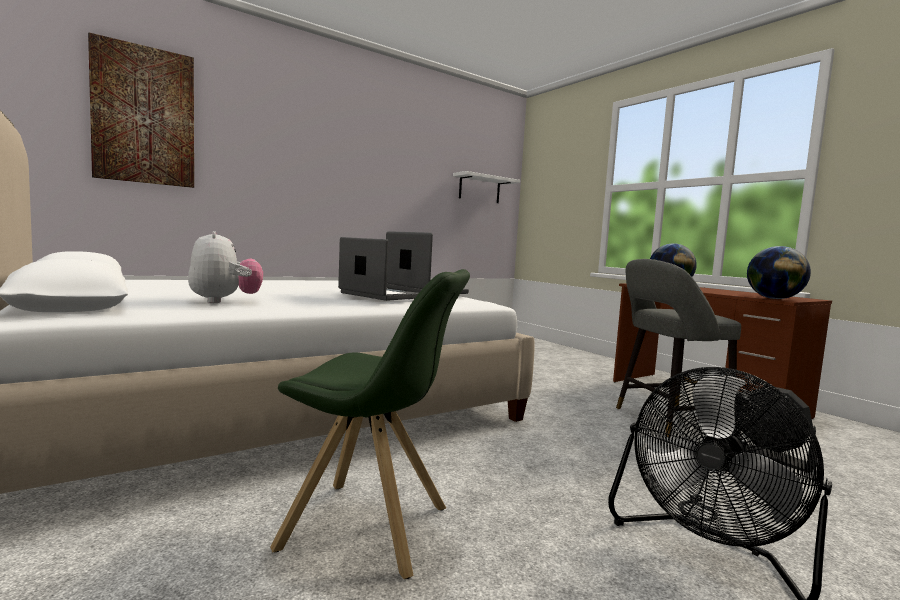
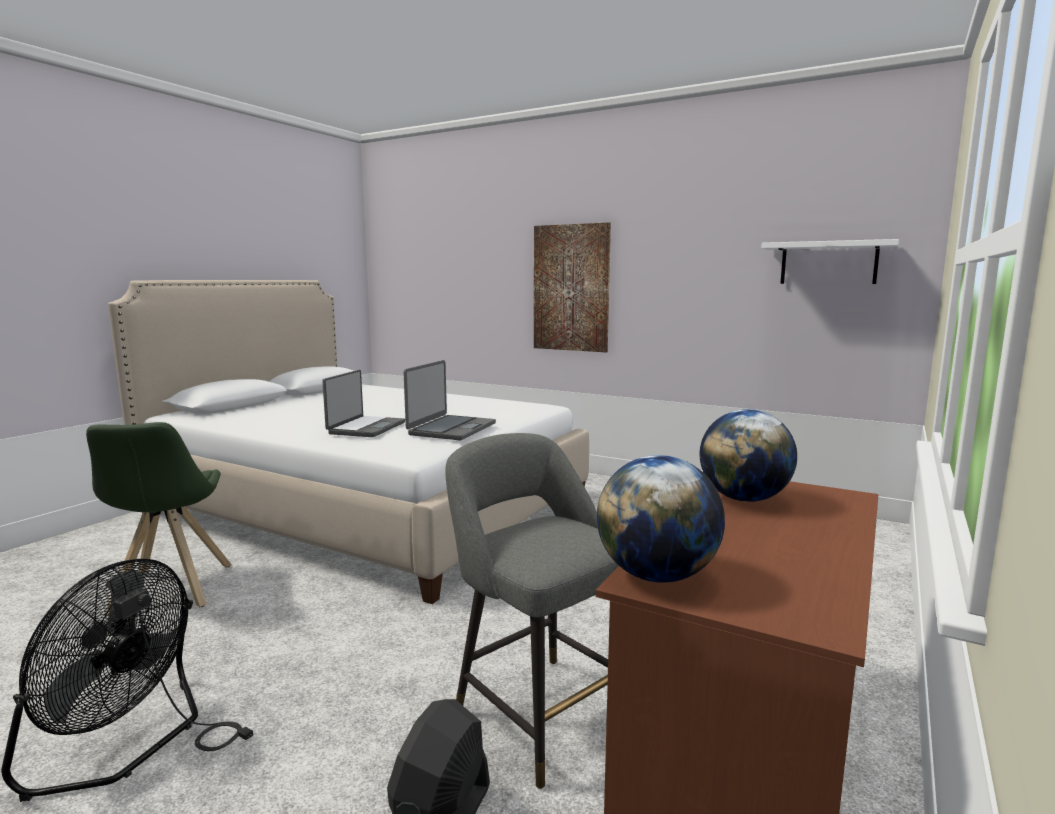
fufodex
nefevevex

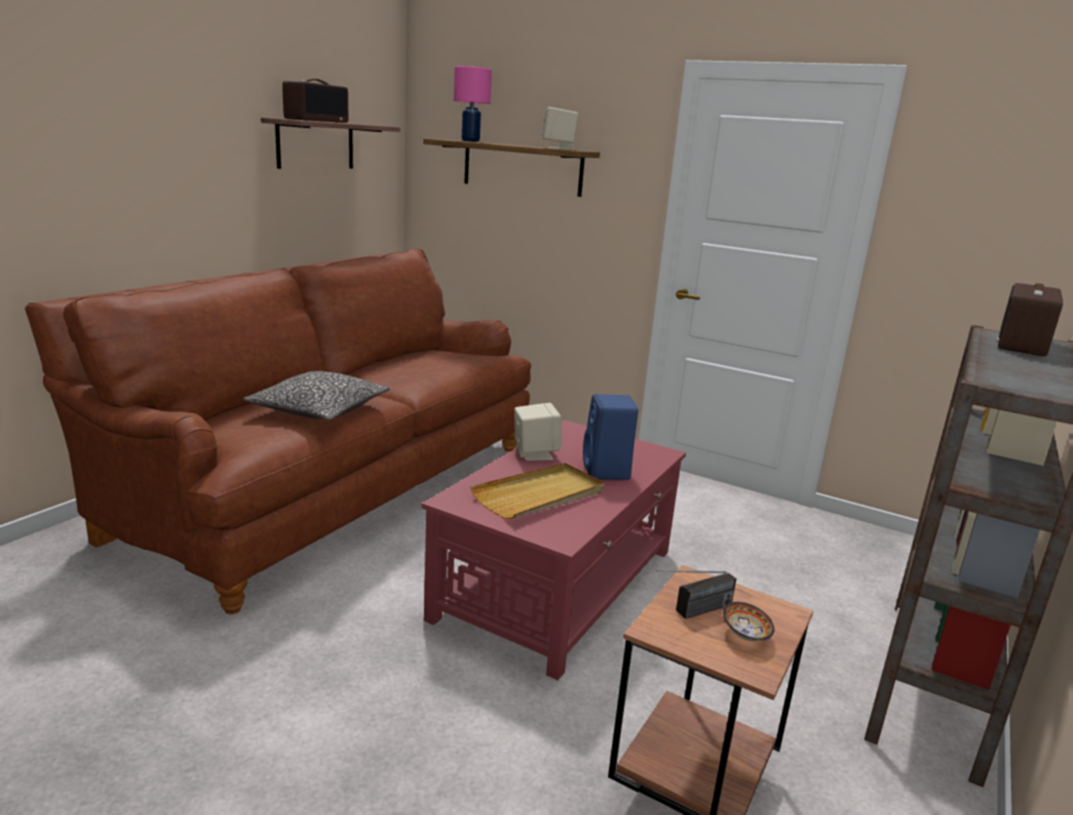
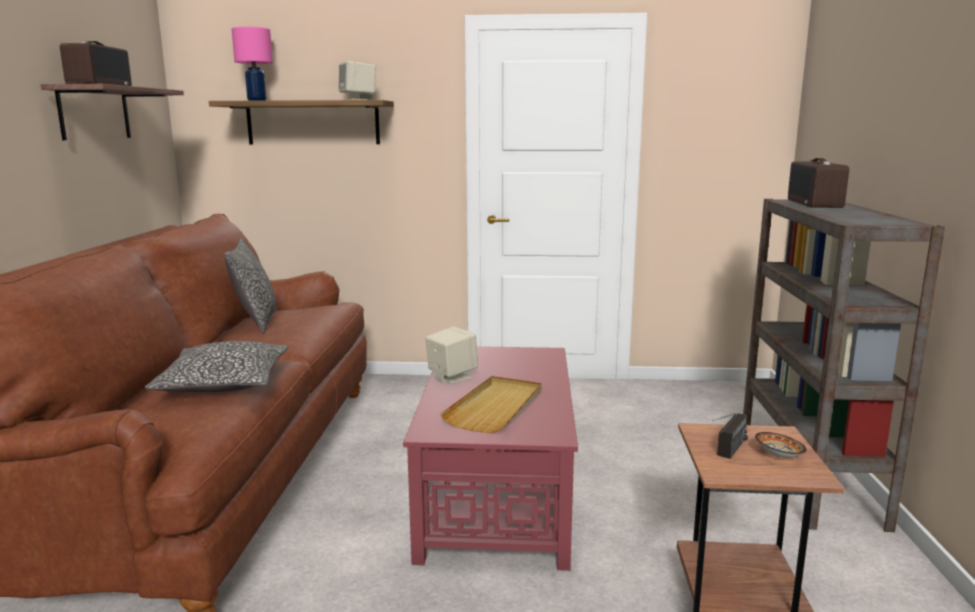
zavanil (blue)
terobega (no. 2 from left)

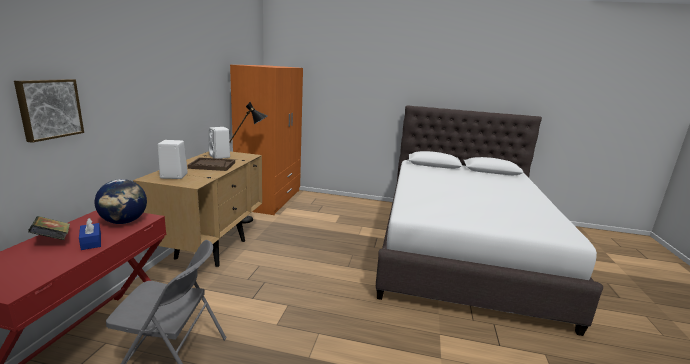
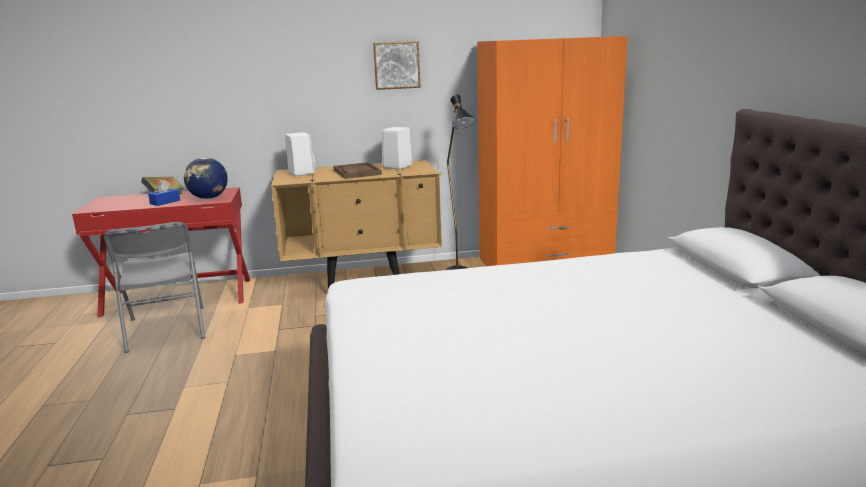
fufodex

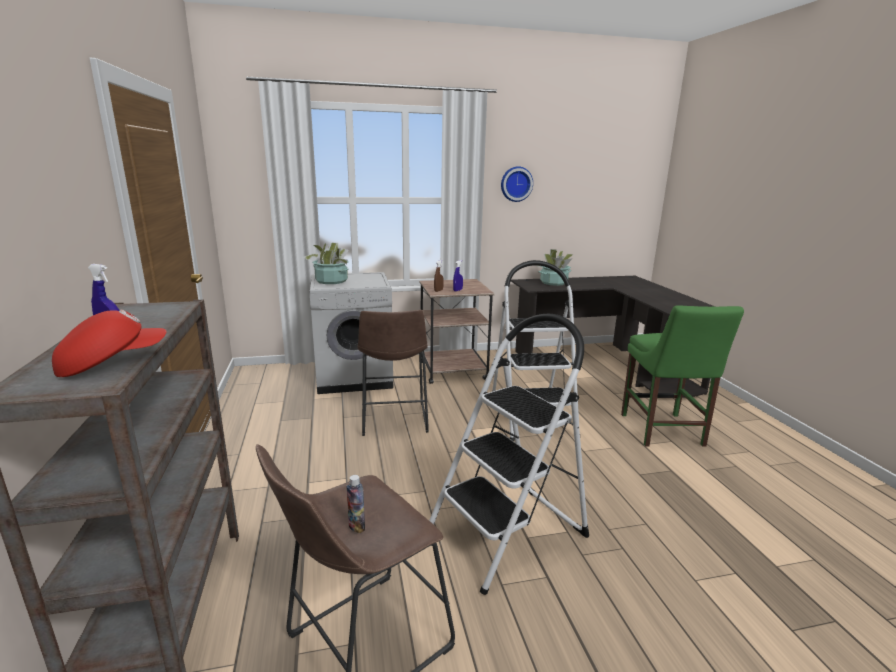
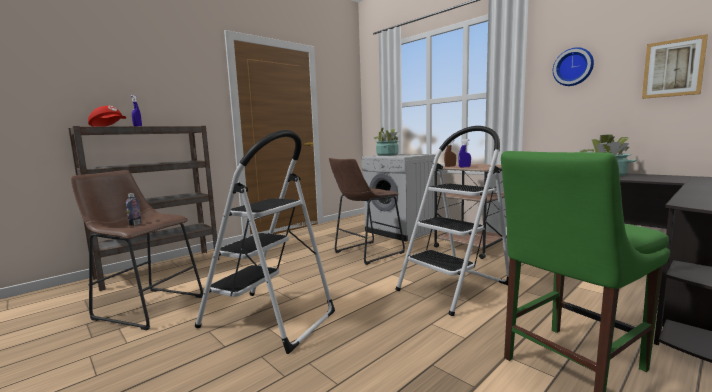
fufodex

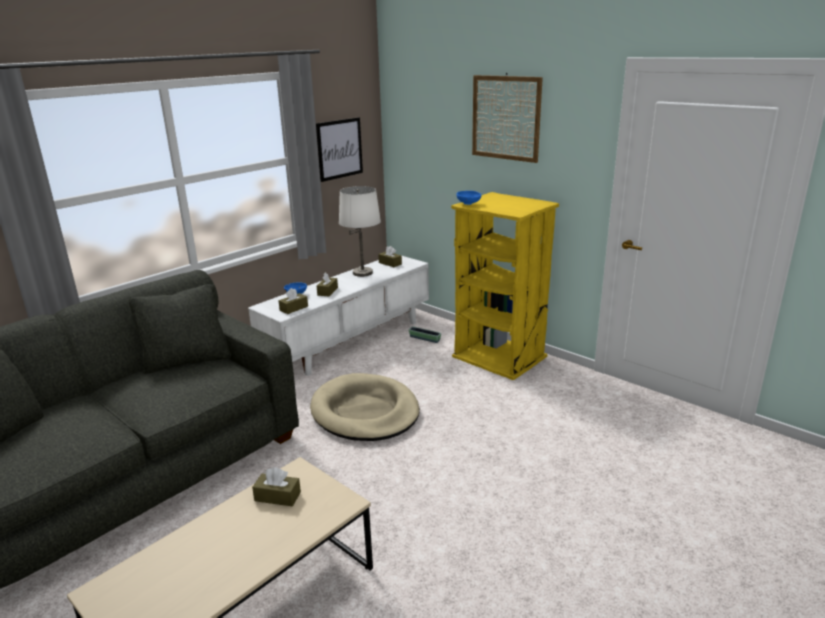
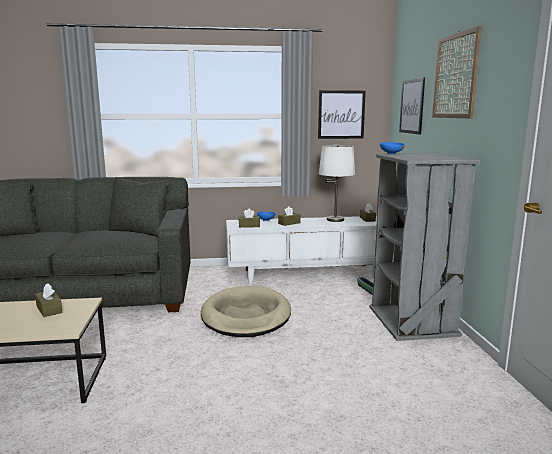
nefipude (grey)
fufodex (no. 2 from left)

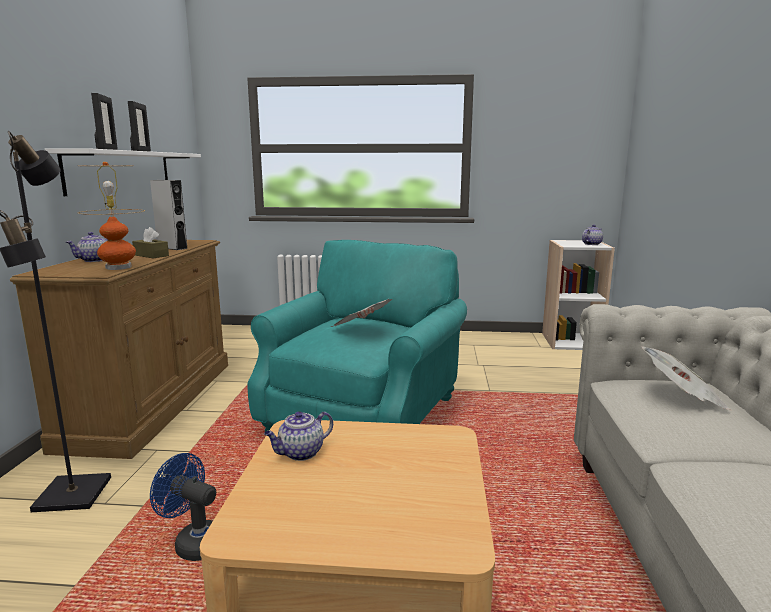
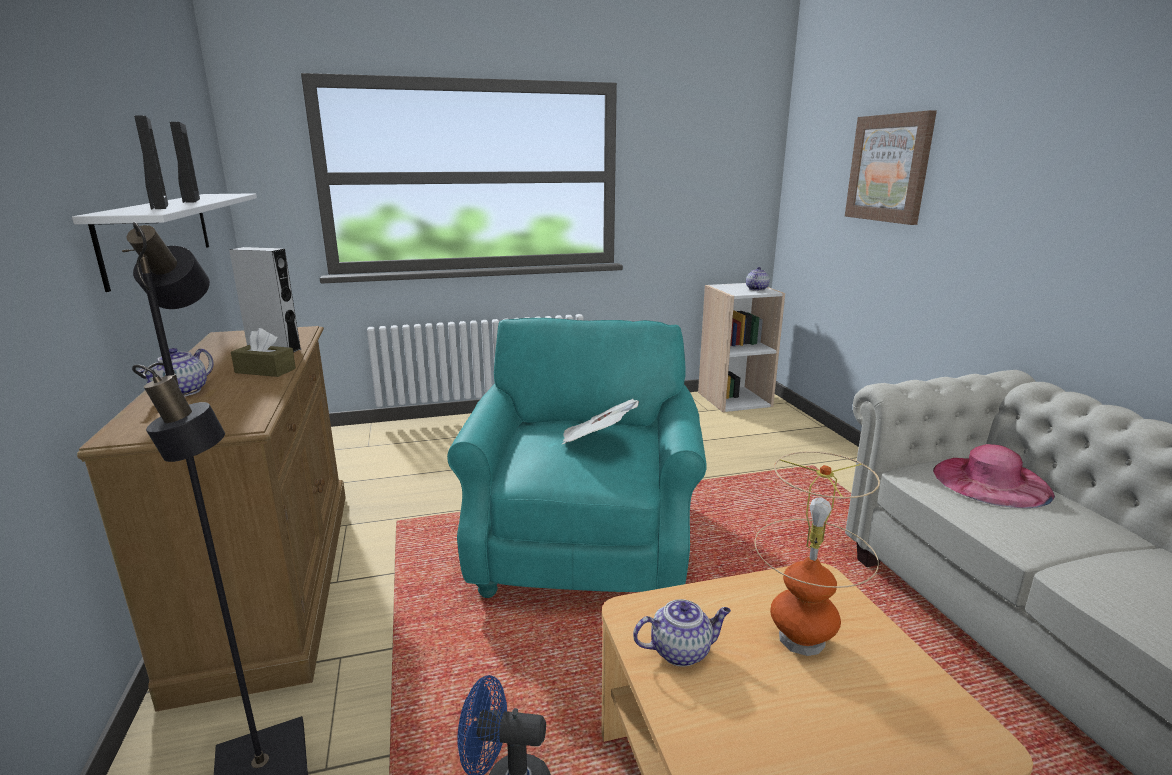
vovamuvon
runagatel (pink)
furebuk (no. 2 from left)
fufodex

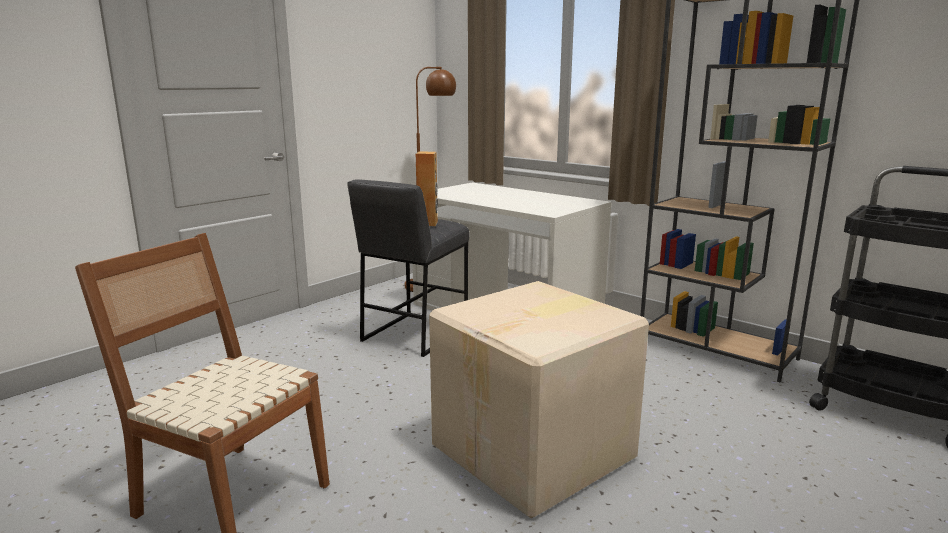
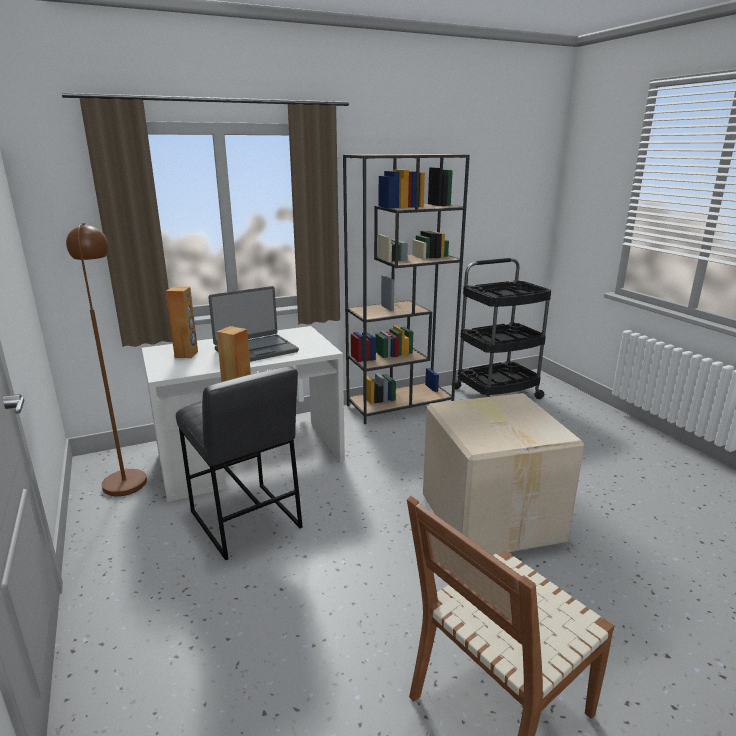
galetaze
zavanil (brown) (no. 1 from left)

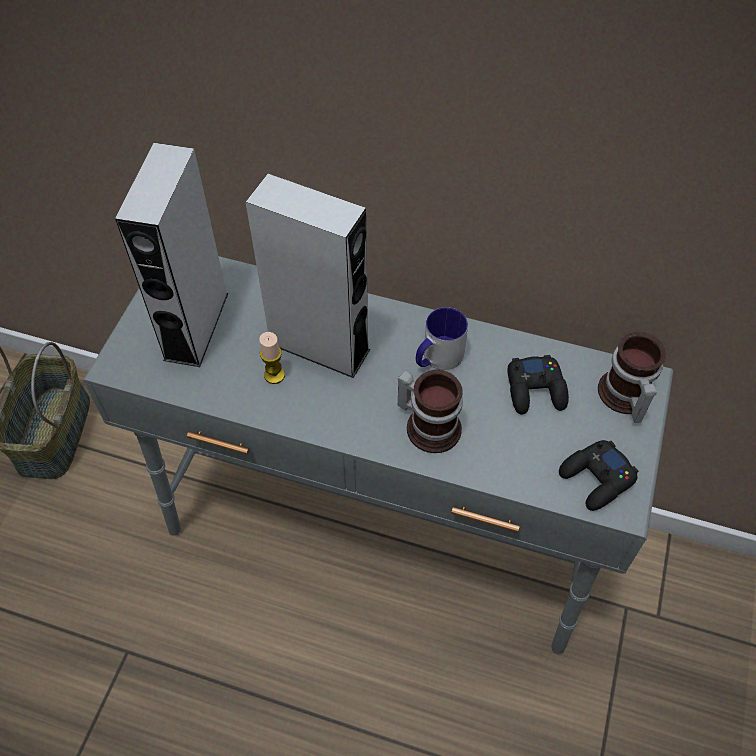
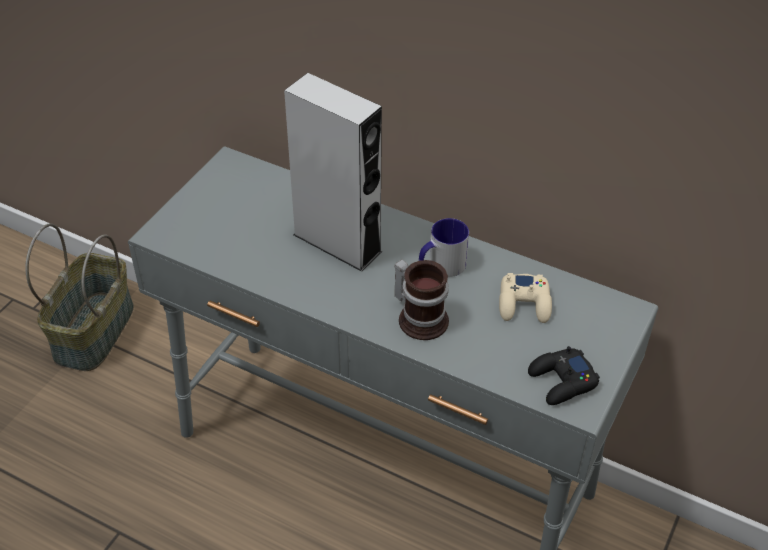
zavanil (grey) (no. 1 from left in the first image)
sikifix
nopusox (no. 3 from left in the first image)
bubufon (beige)

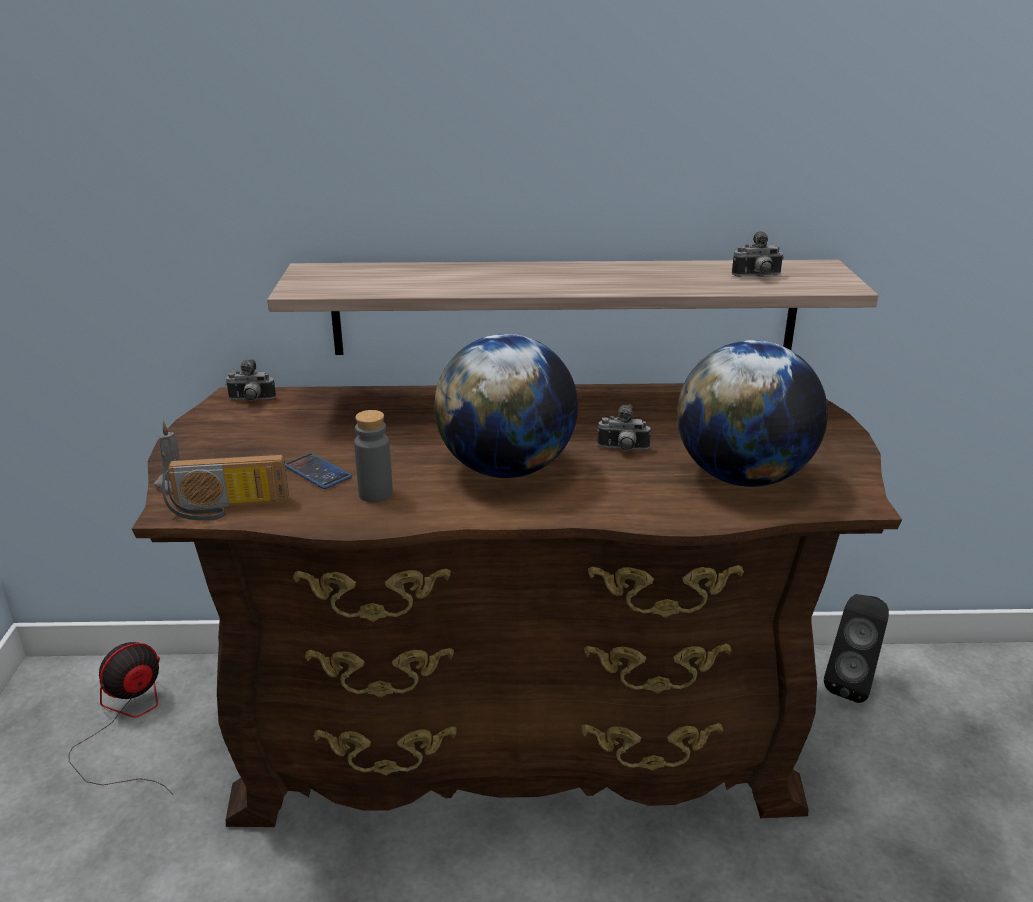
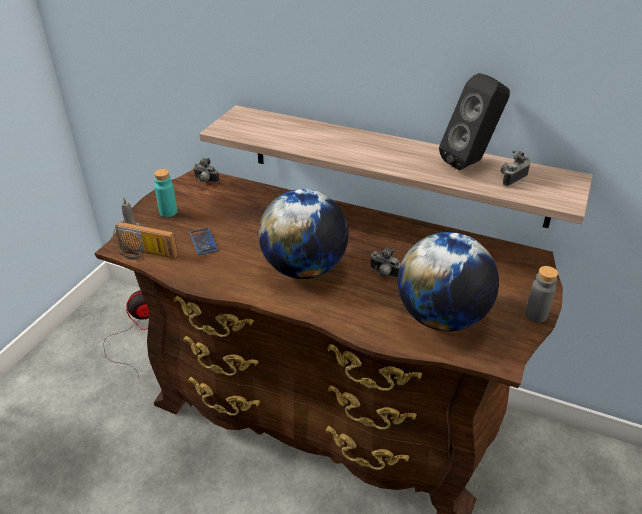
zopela (no. 3 from left)
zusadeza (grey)
zavanil (black)
zusadeza (turquoise)

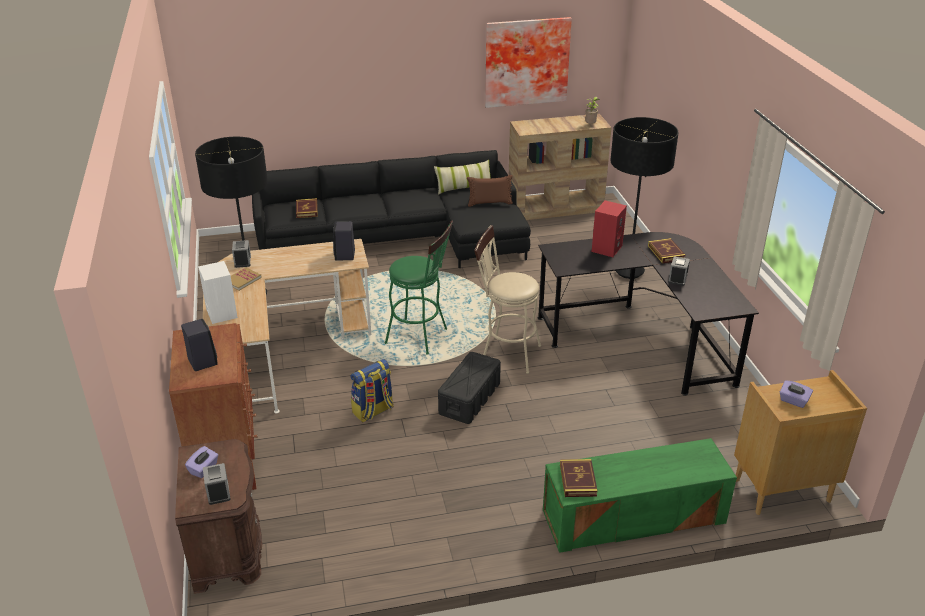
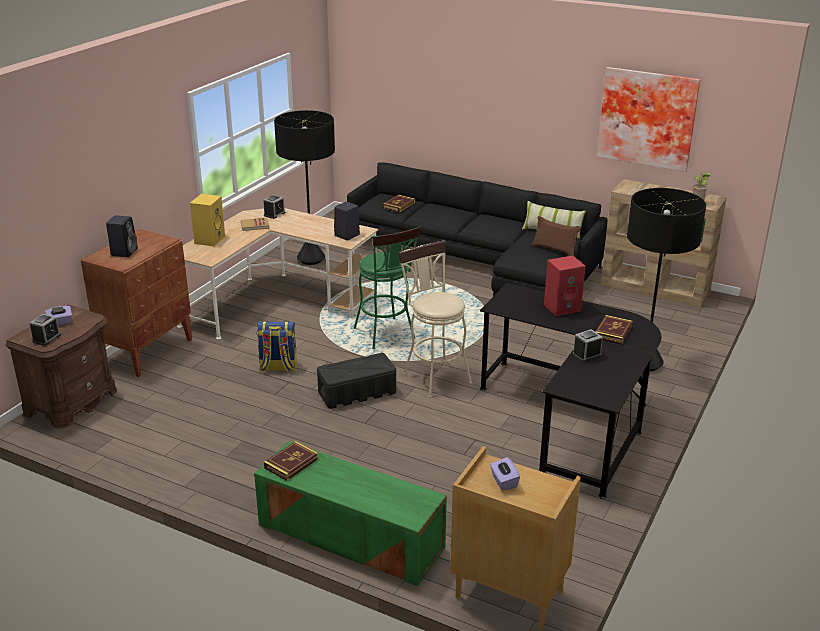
zavanil (yellow)

